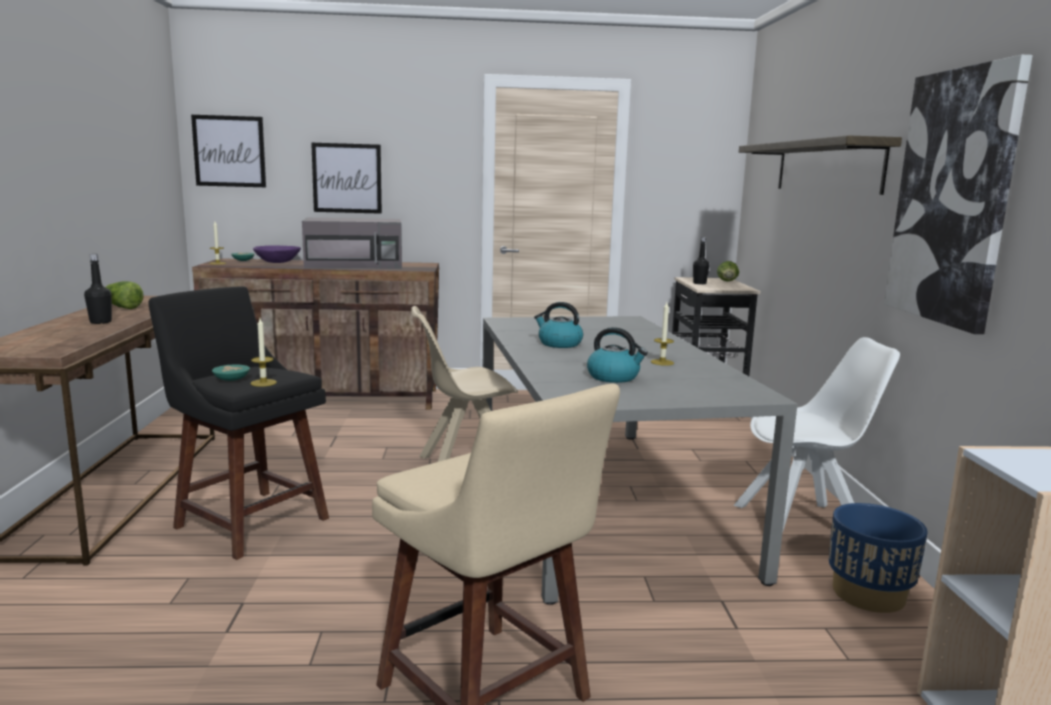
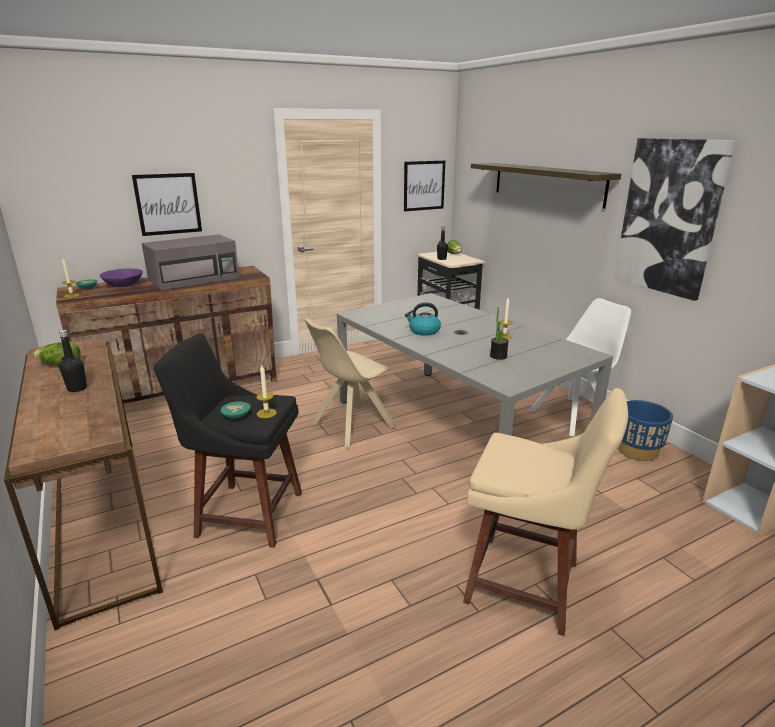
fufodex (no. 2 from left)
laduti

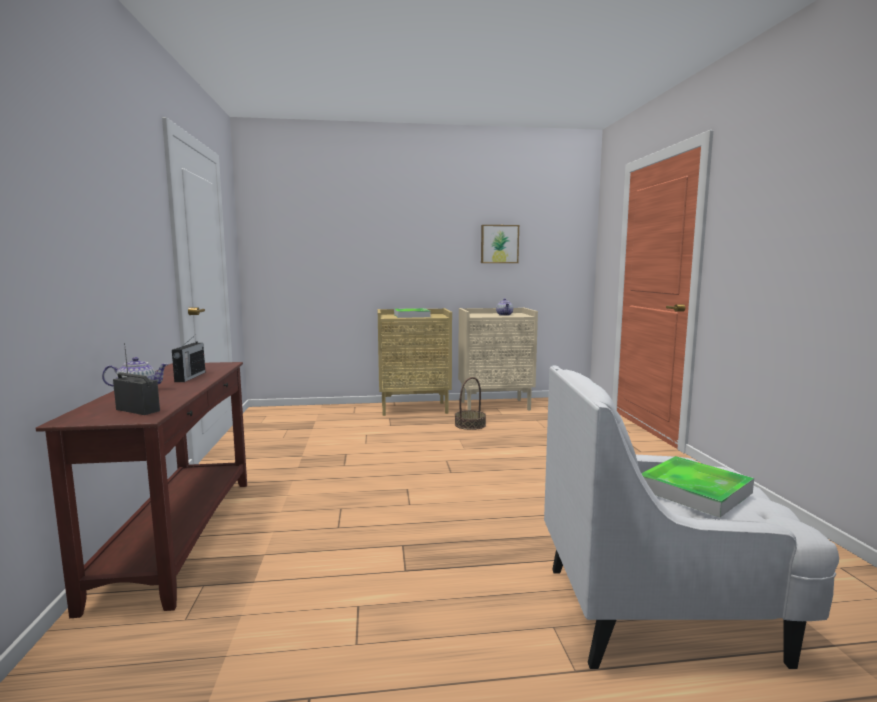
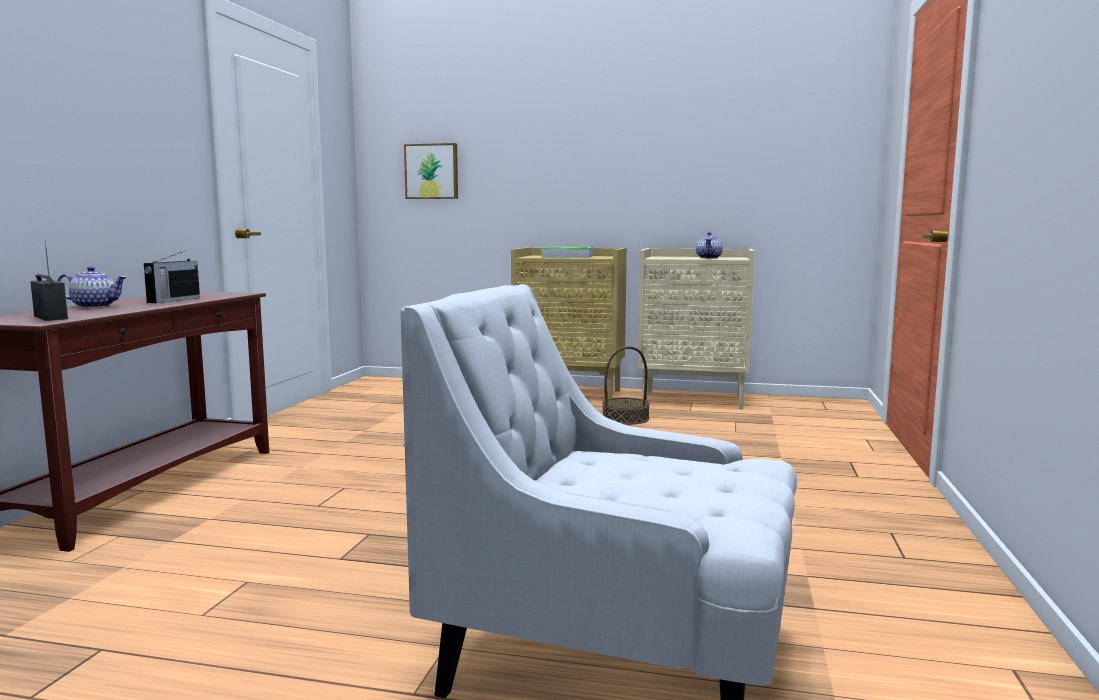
fufodex
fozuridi (no. 2 from left in the first image)

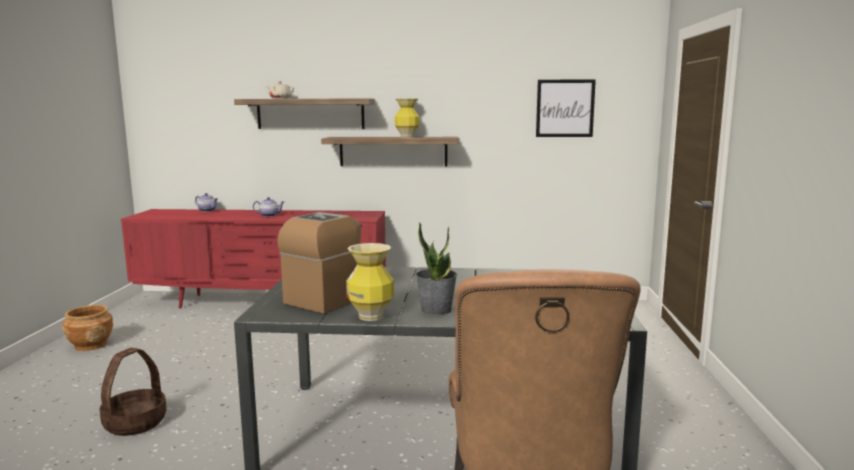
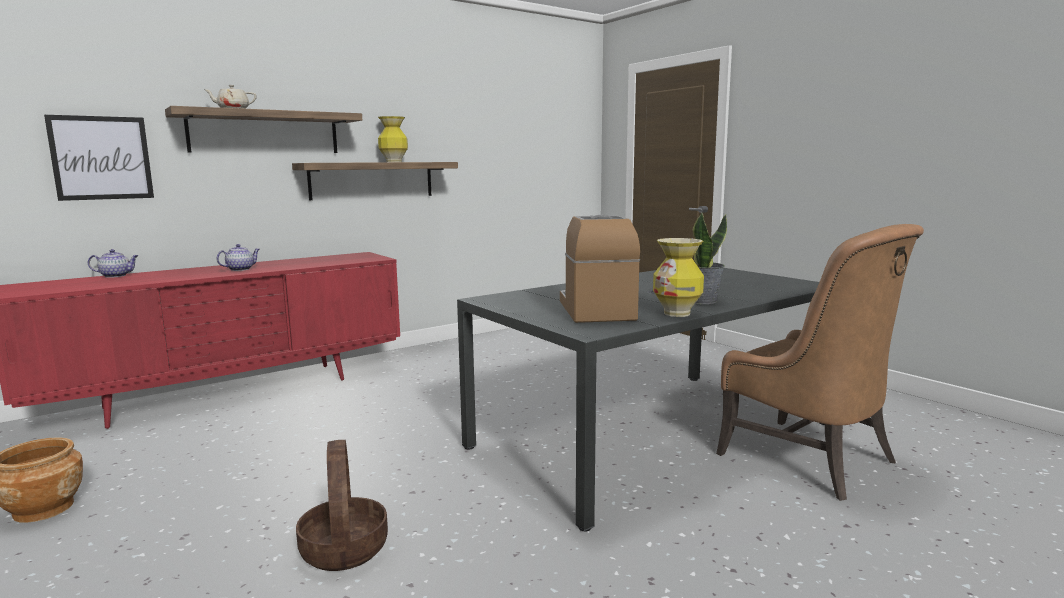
fufodex

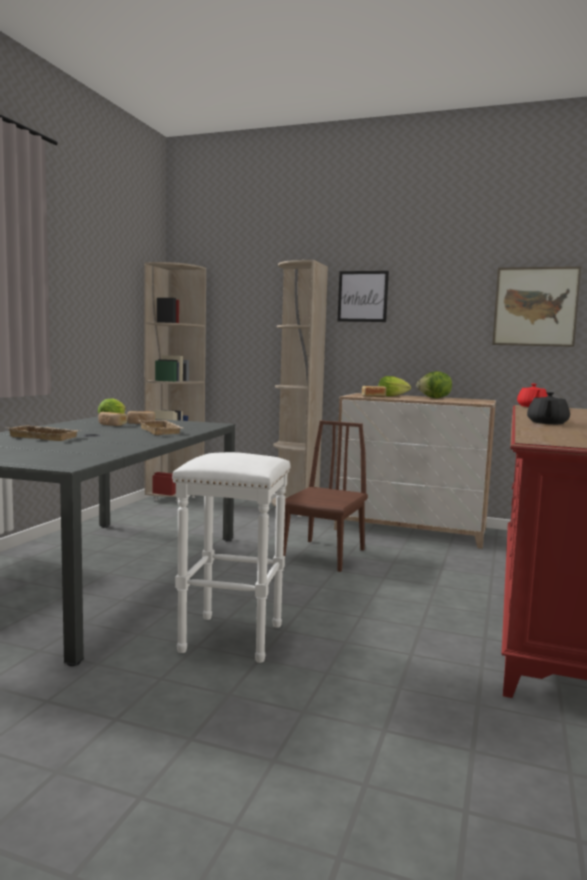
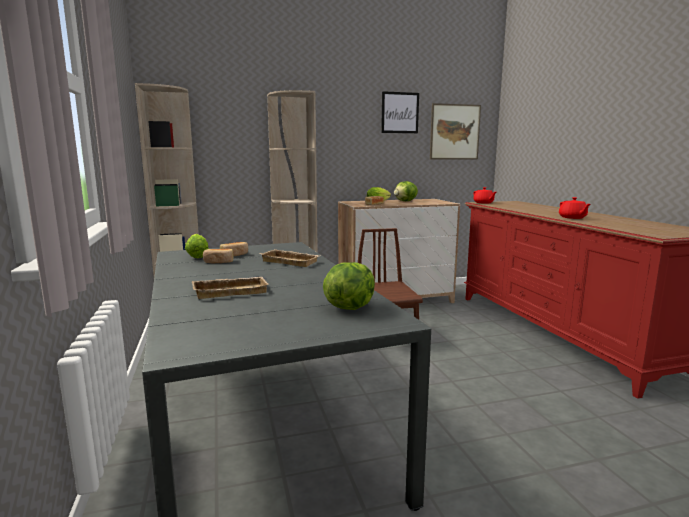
fufodex (no. 1 from left)
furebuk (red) (no. 2 from left)
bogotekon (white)
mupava (no. 2 from left)

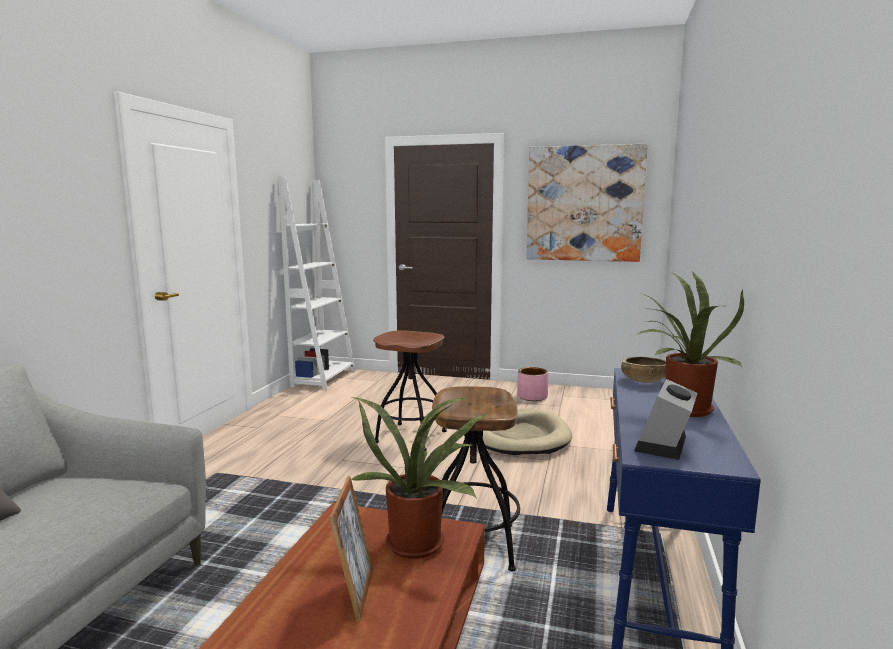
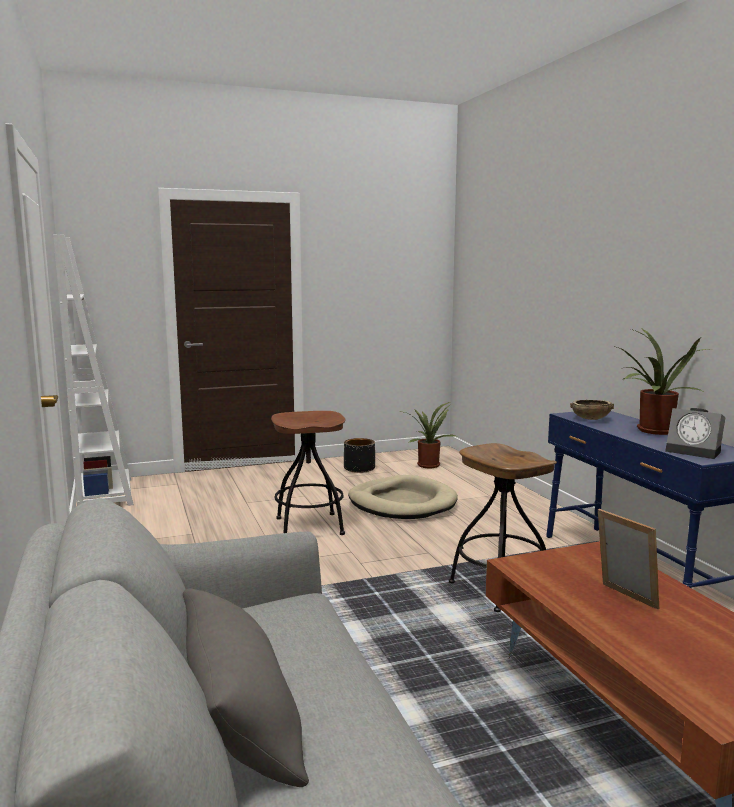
fufodex
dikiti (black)
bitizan
laduti (no. 1 from left)

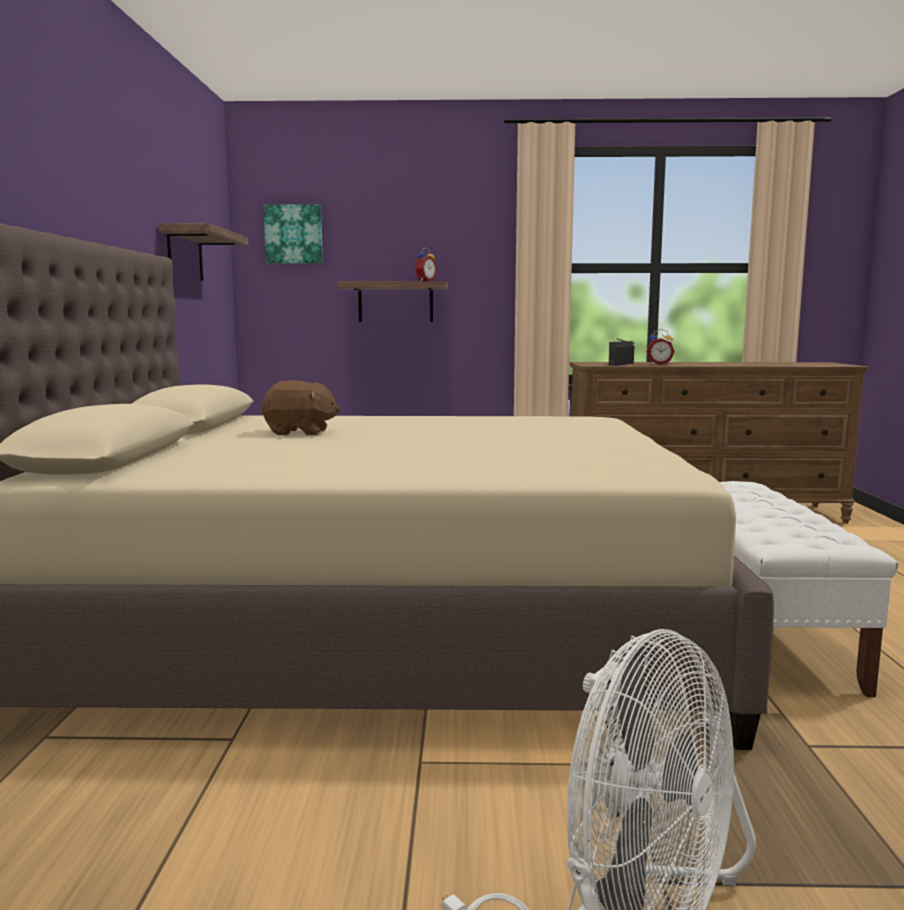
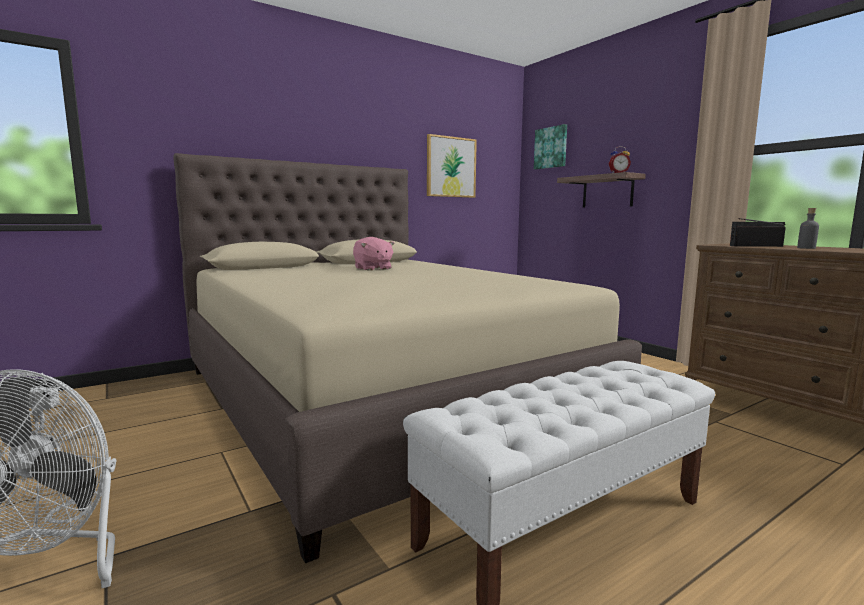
fufodex (no. 1 from left)
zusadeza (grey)
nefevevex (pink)

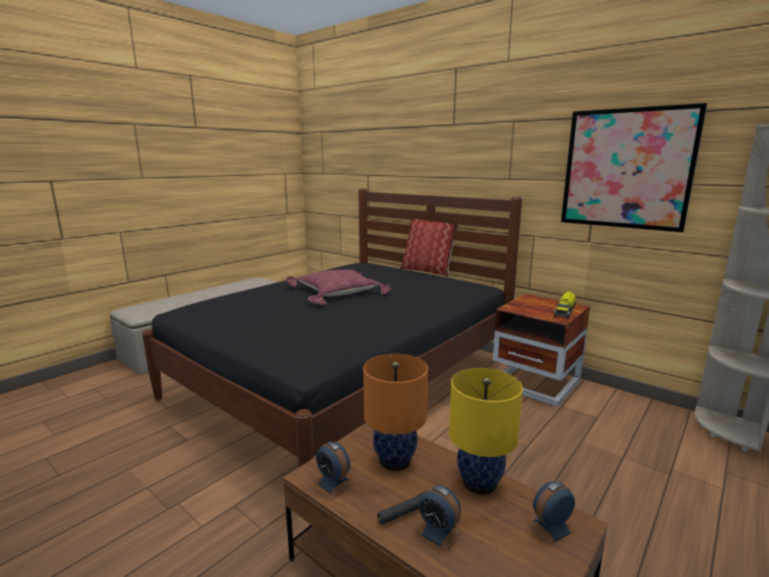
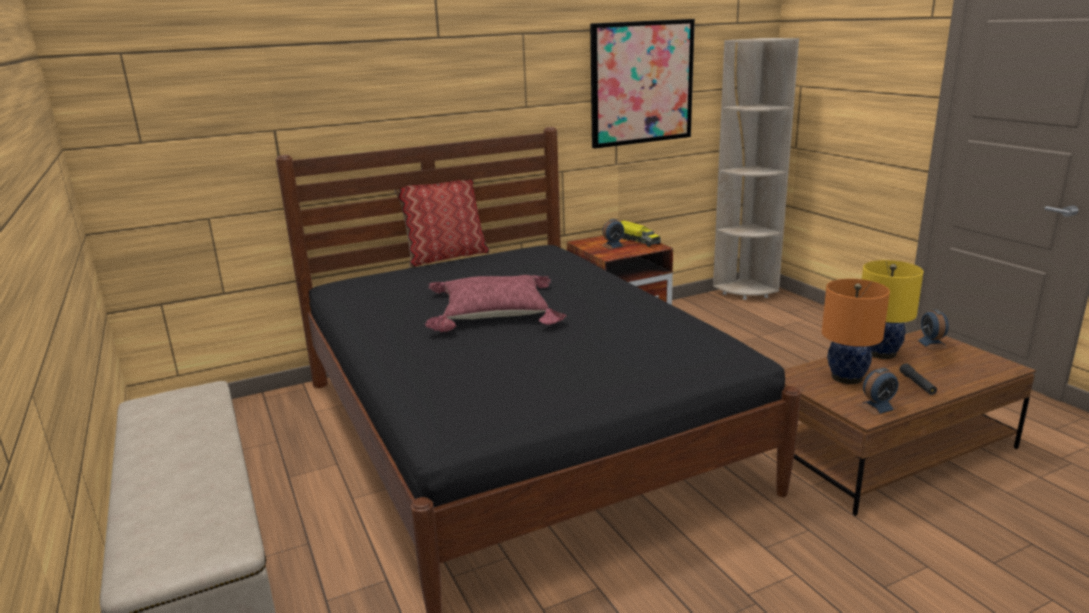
bitizan (no. 1 from left)

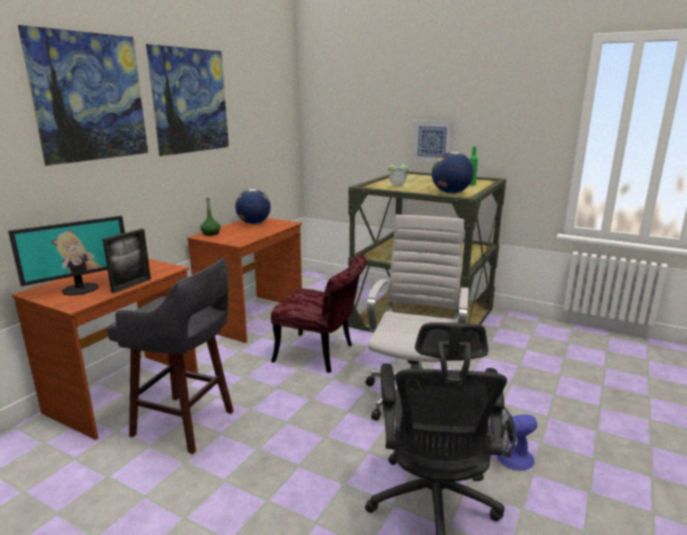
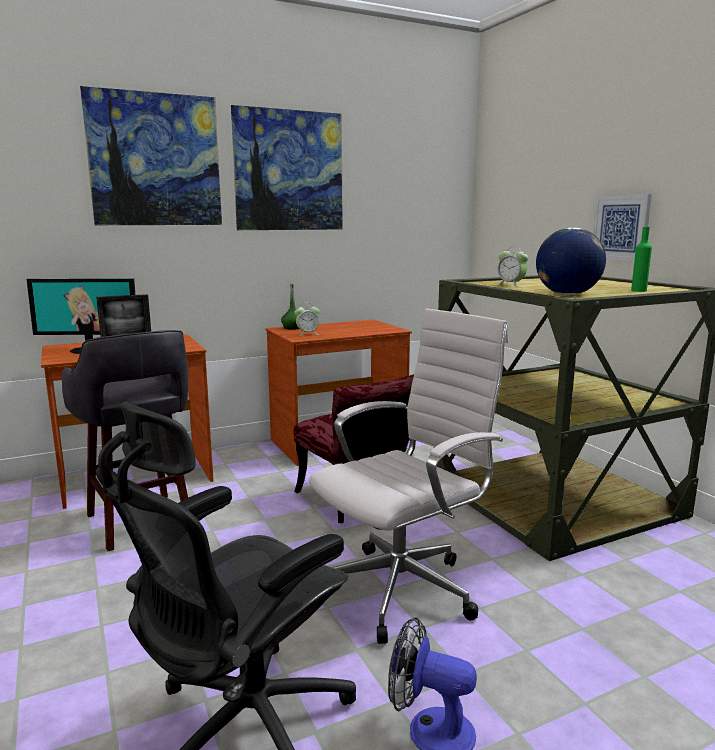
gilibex (no. 1 from left in the first image)
bitizan (no. 1 from left)

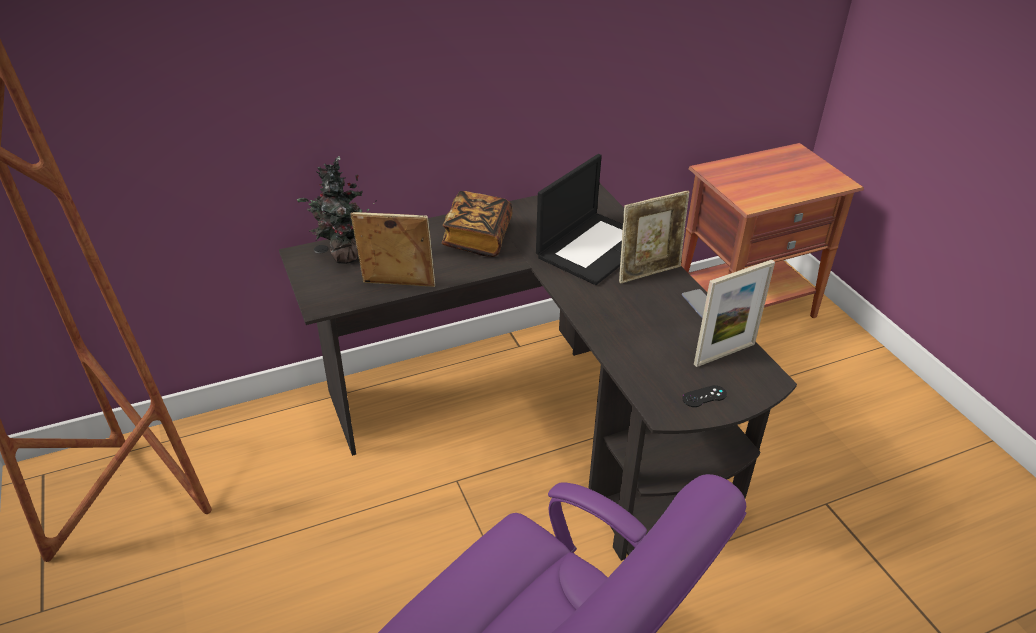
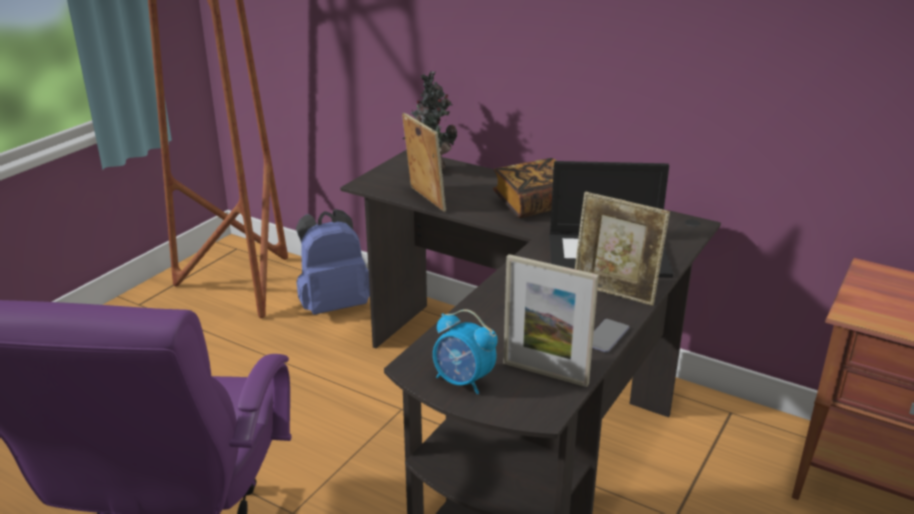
bitizan
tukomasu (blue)

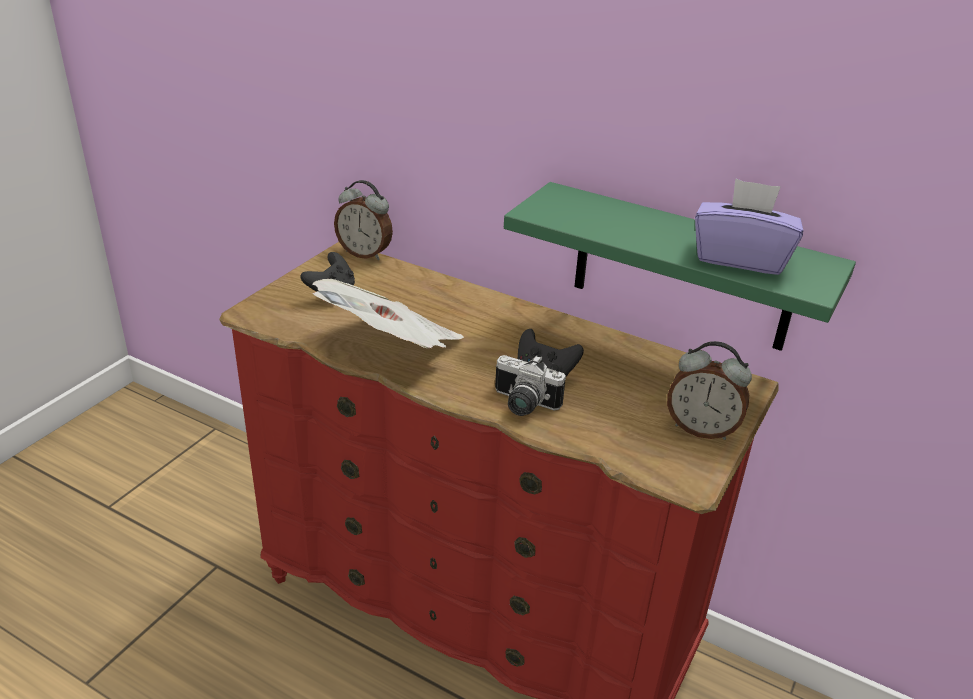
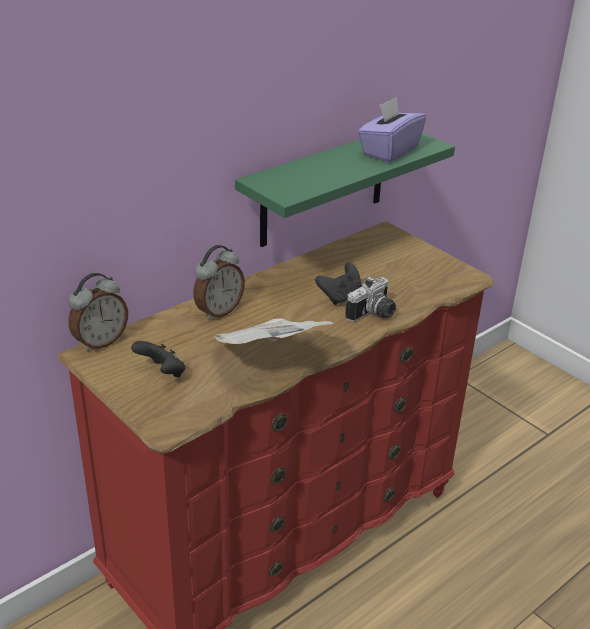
bitizan (no. 2 from left)

